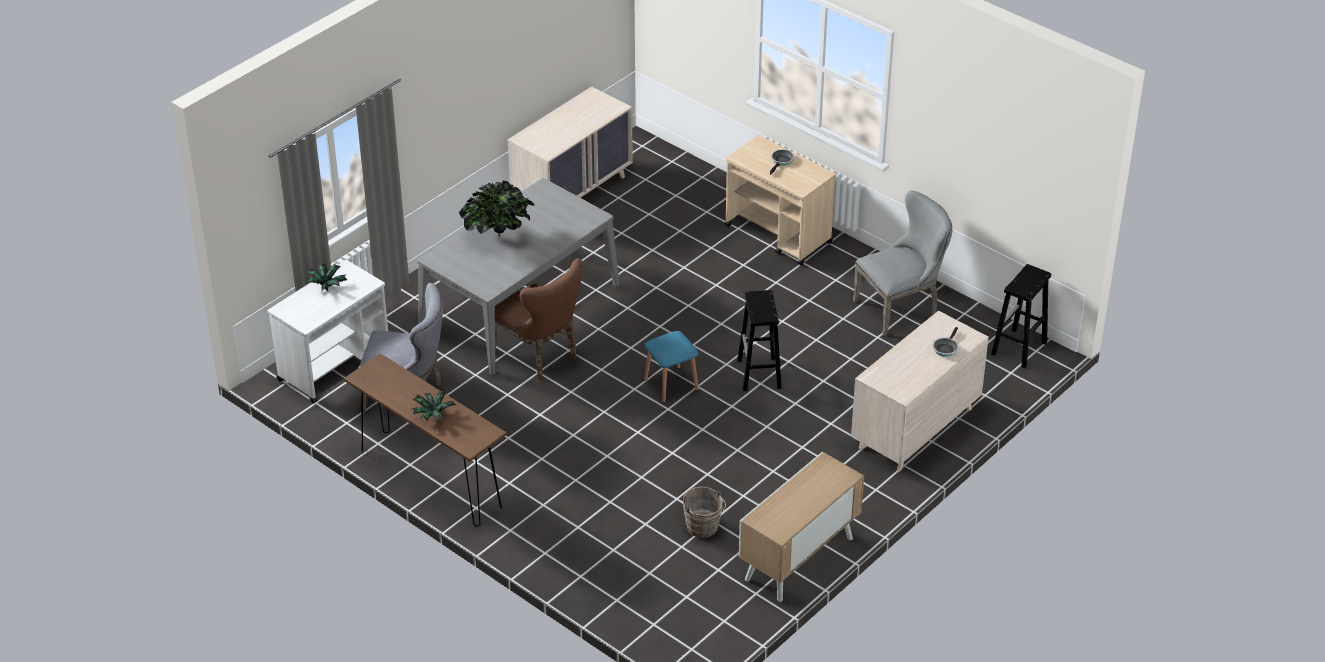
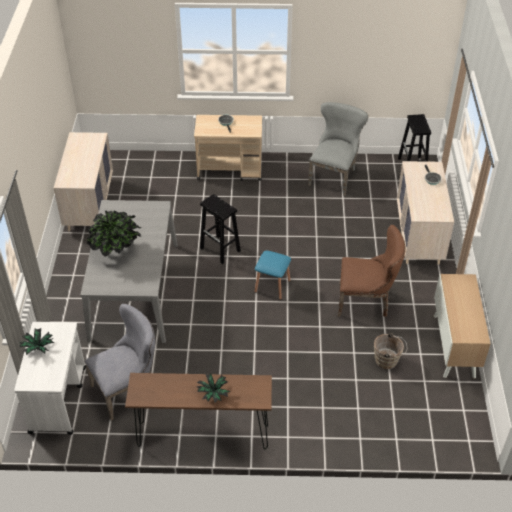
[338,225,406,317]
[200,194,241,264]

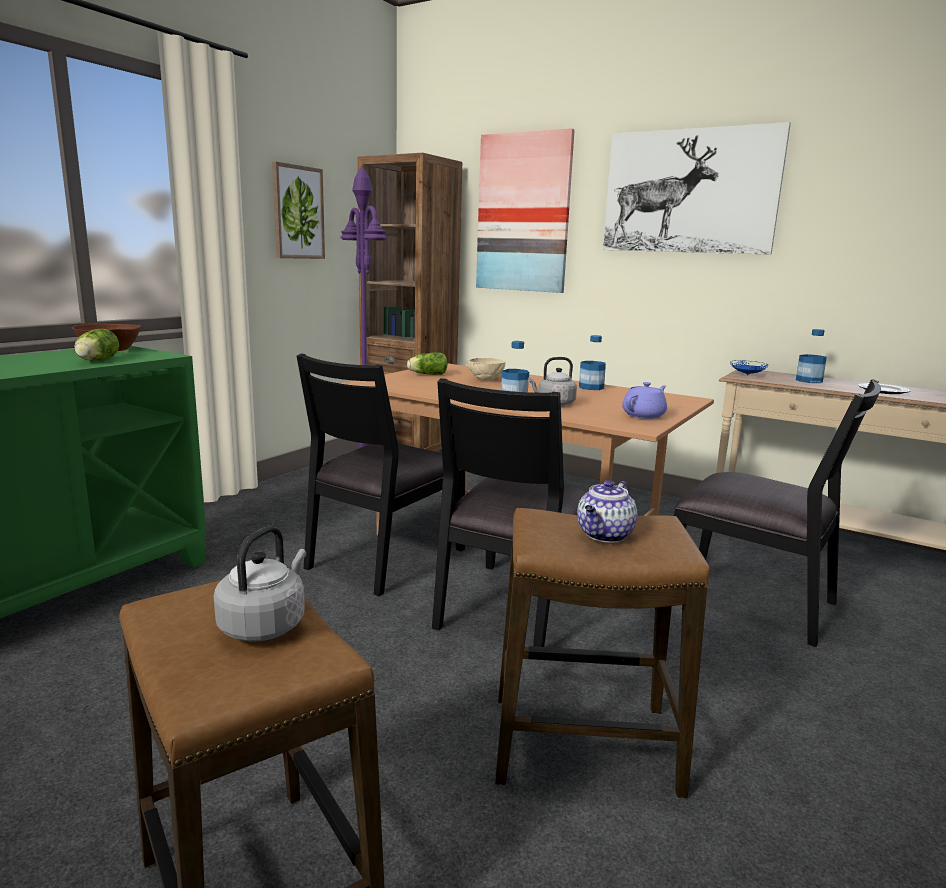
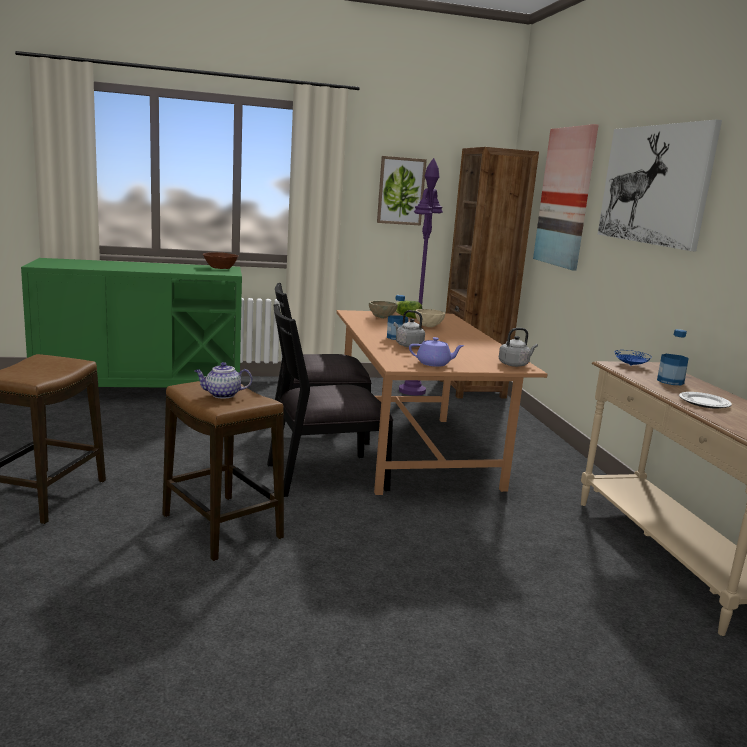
[74,329,119,361] (first image)
[499,328,538,367]
[579,335,606,390] (first image)
[674,379,881,647] (first image)
[369,301,398,318]

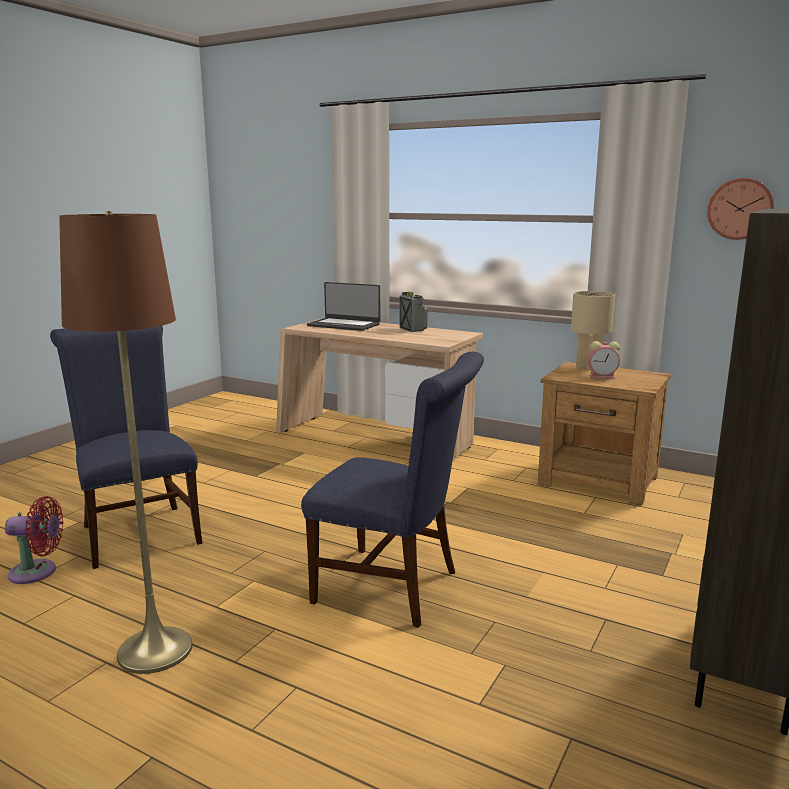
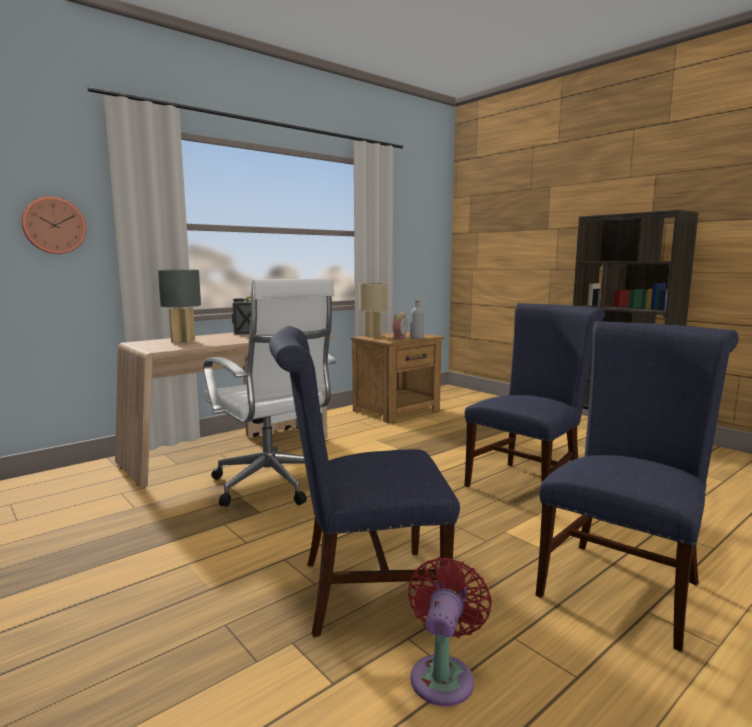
[535,321,739,652]
[158,270,201,343]
[21,196,86,254]
[203,278,336,507]
[410,300,424,339]

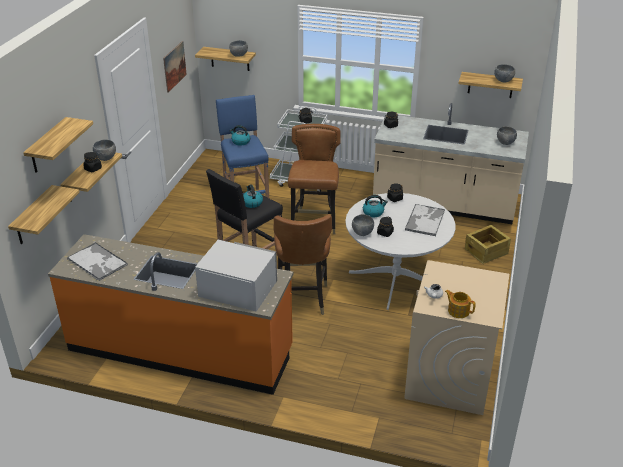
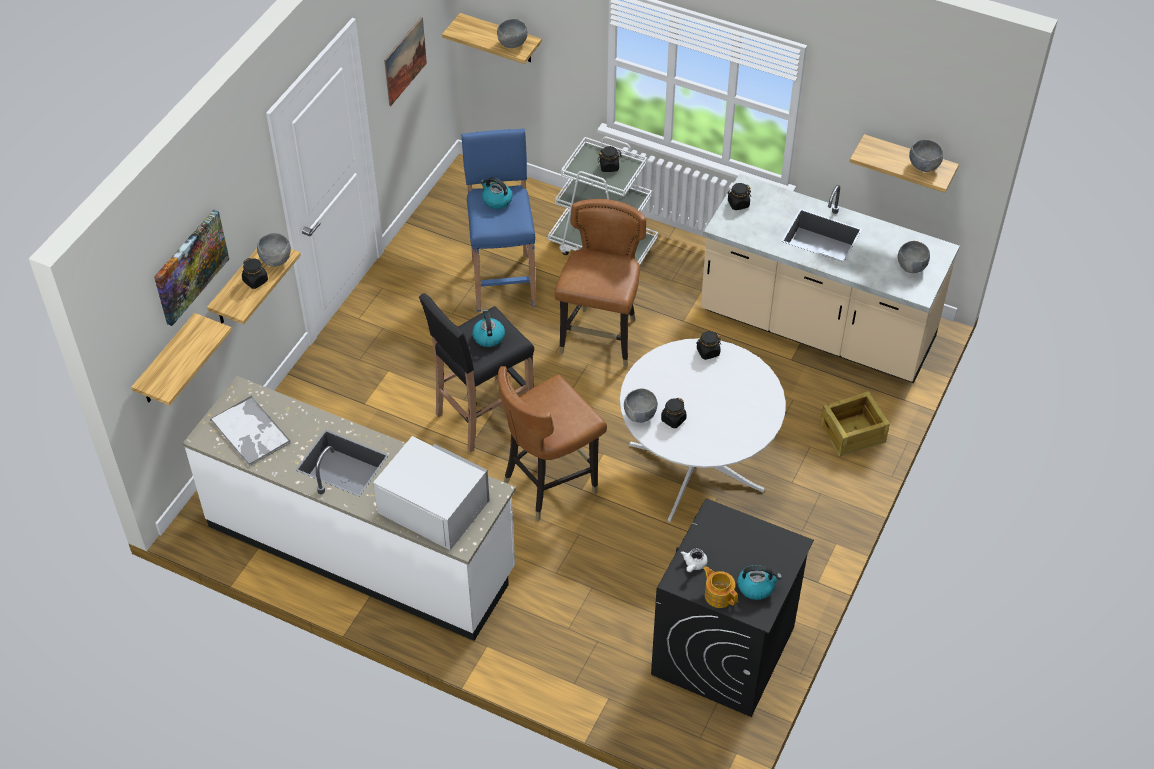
[154,210,229,326]
[183,376,516,641]
[498,366,607,521]
[737,565,782,600]
[651,499,814,717]
[405,204,445,236] (first image)

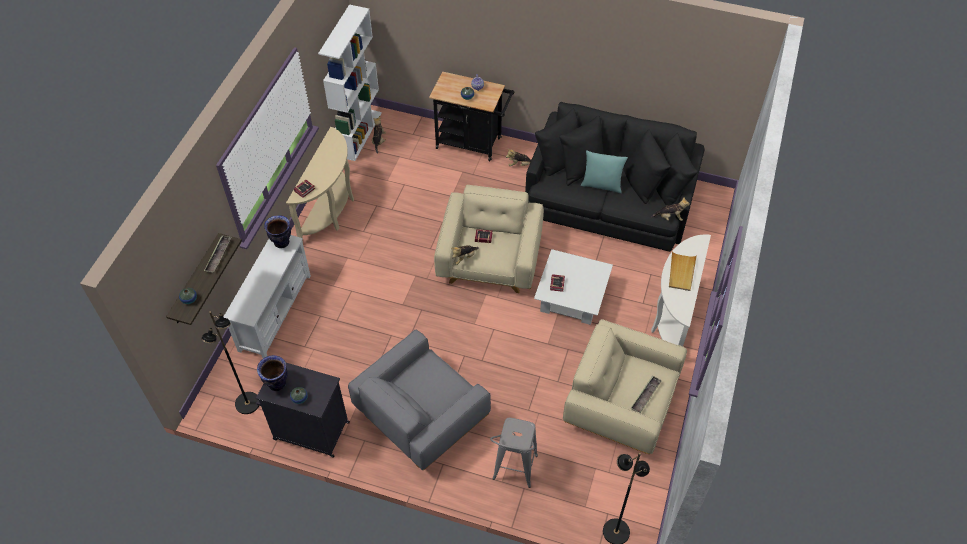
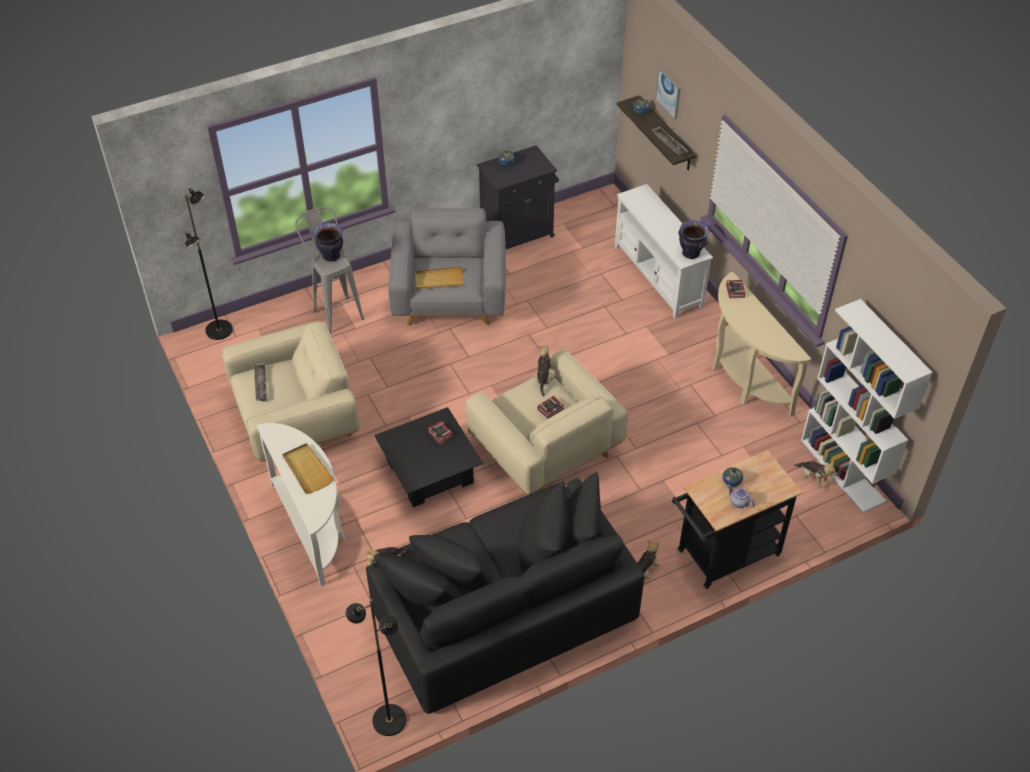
[346,599,406,736]
[313,223,343,262]
[374,407,483,507]
[581,150,628,193] (first image)
[415,266,464,290]
[655,68,681,119]

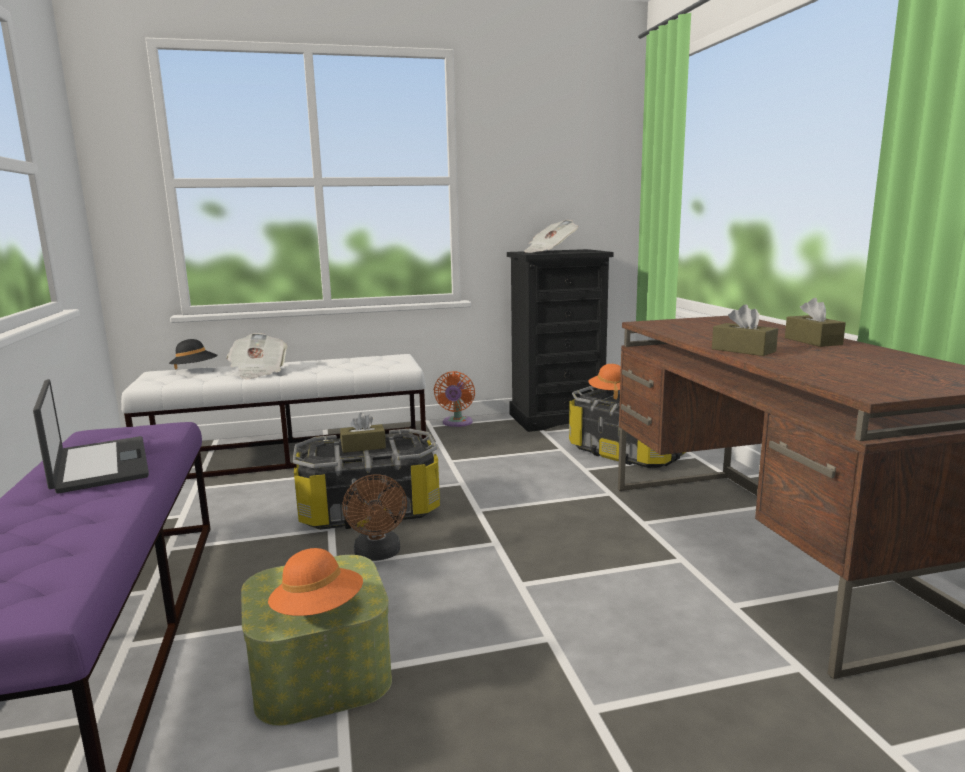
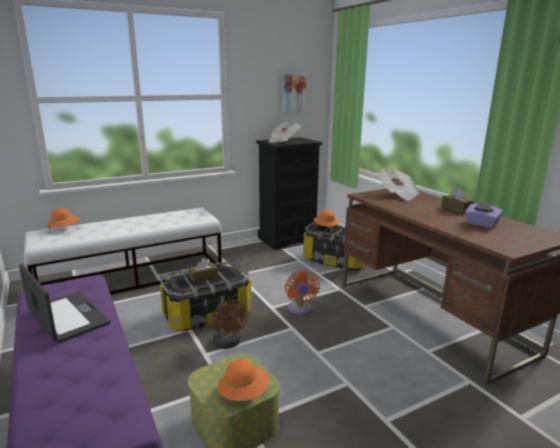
[47,208,80,229]
[379,168,420,201]
[285,270,320,315]
[712,305,778,356] (first image)
[283,73,307,113]
[465,201,503,228]

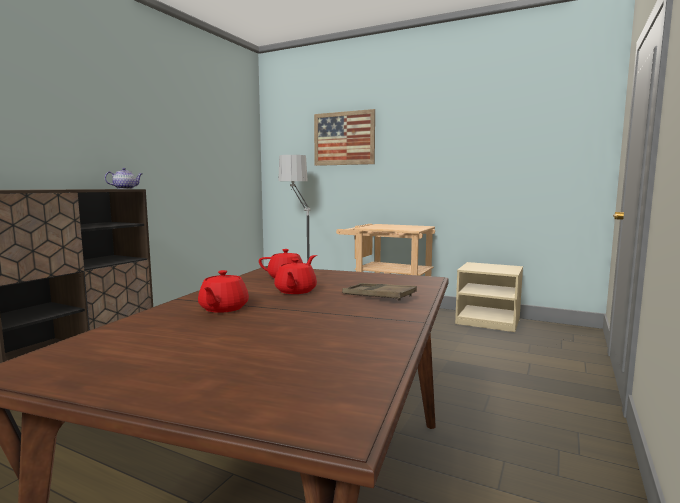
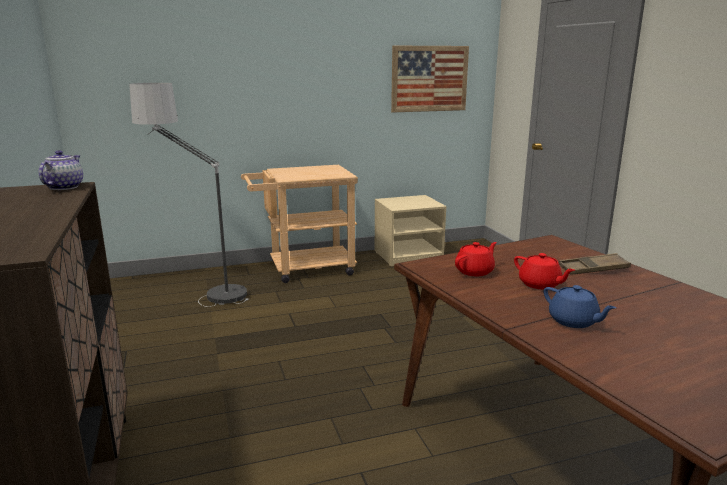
[544,285,616,328]
[391,46,469,113]

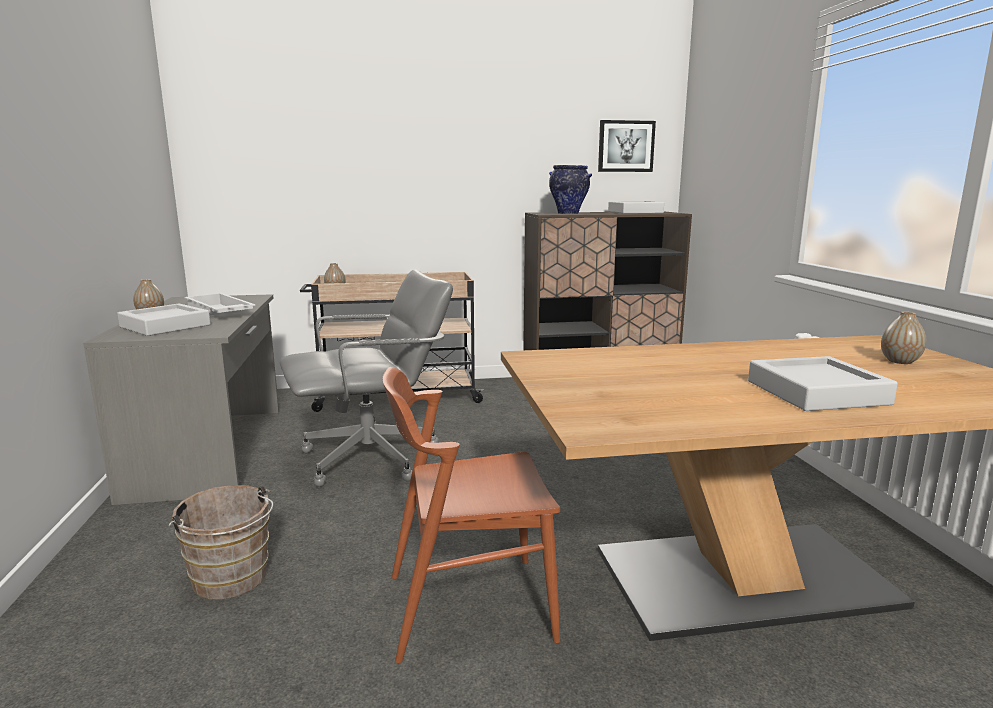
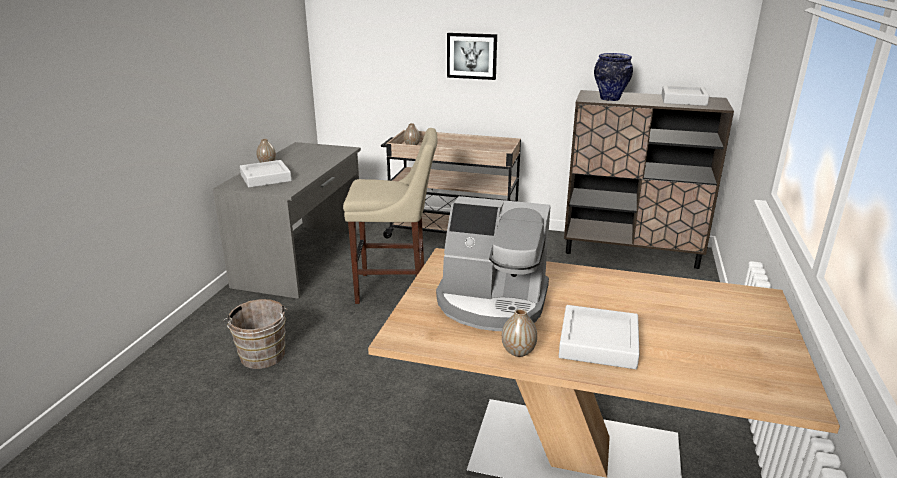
[184,293,255,316] (first image)
[343,128,438,304]
[383,367,560,663] (first image)
[447,33,497,80]
[502,309,537,357]
[436,196,551,331]

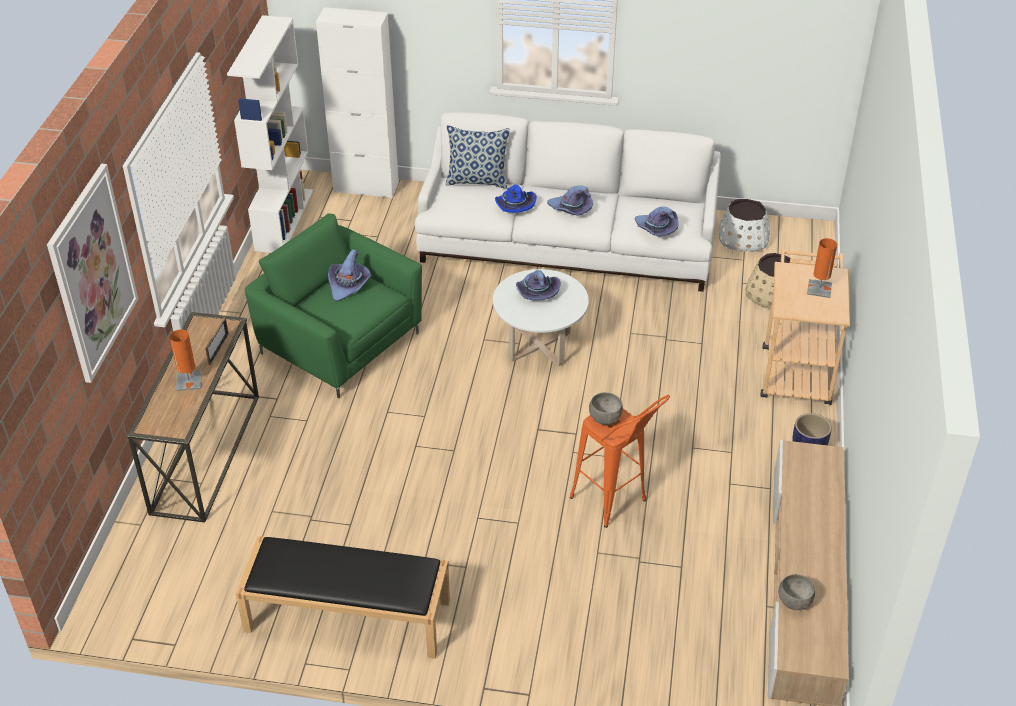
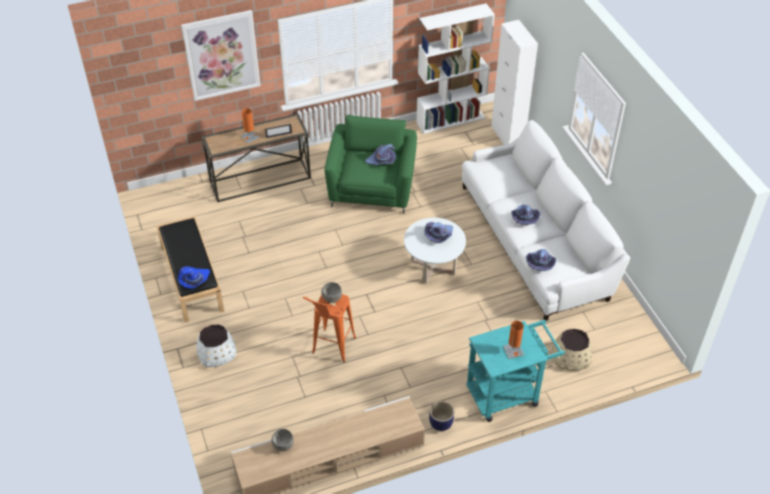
[446,125,510,189] (first image)
[178,266,210,289]
[196,324,236,367]
[466,320,565,422]

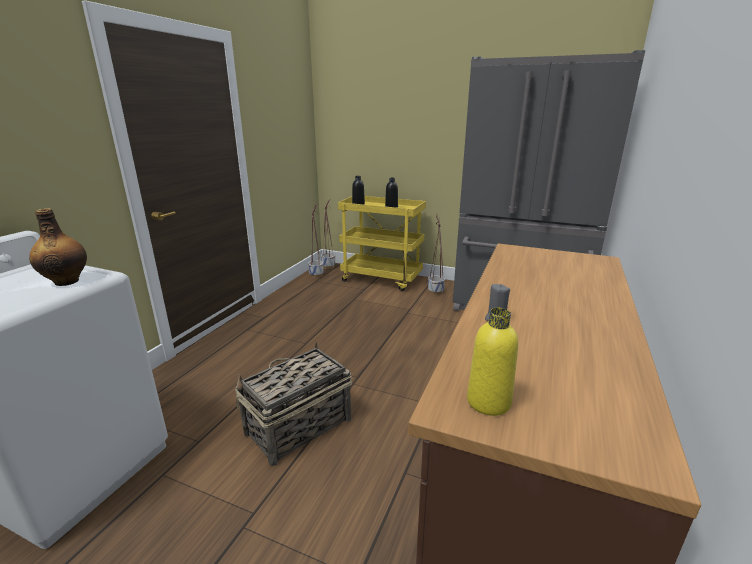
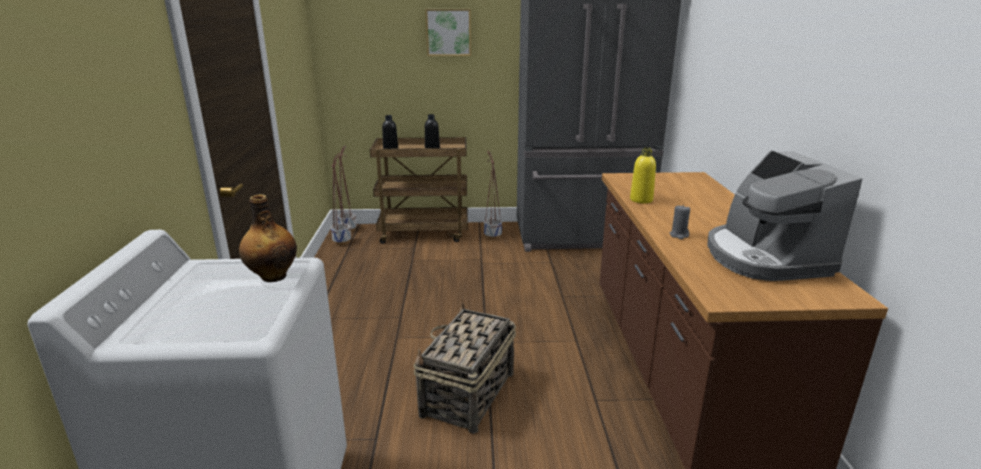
[370,137,468,244]
[630,147,656,203]
[425,9,471,56]
[707,151,863,281]

